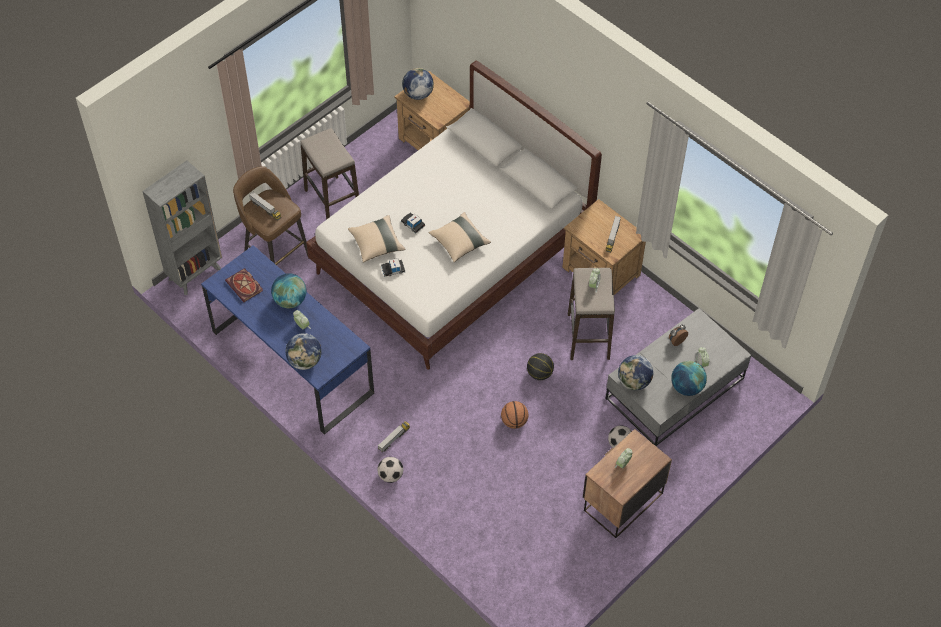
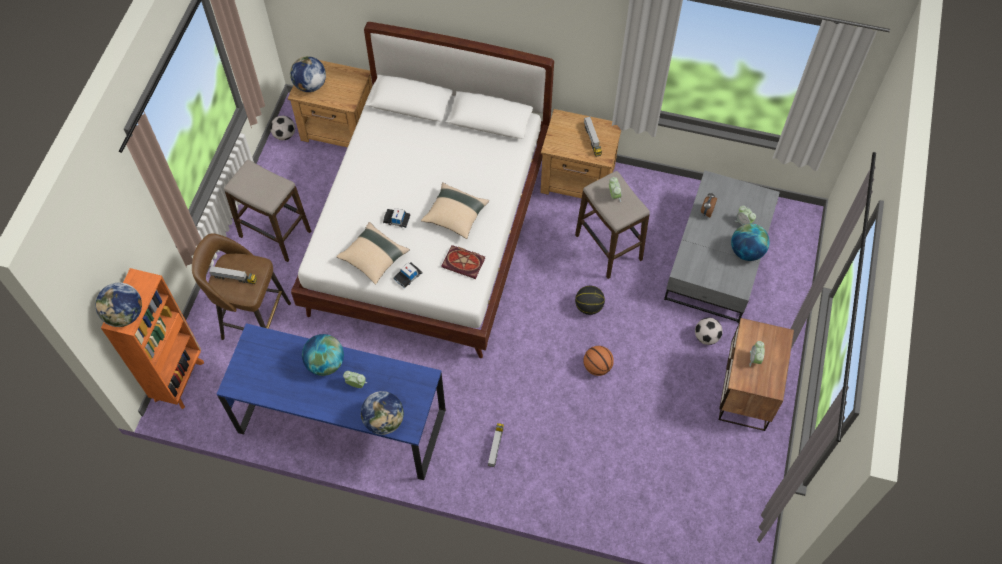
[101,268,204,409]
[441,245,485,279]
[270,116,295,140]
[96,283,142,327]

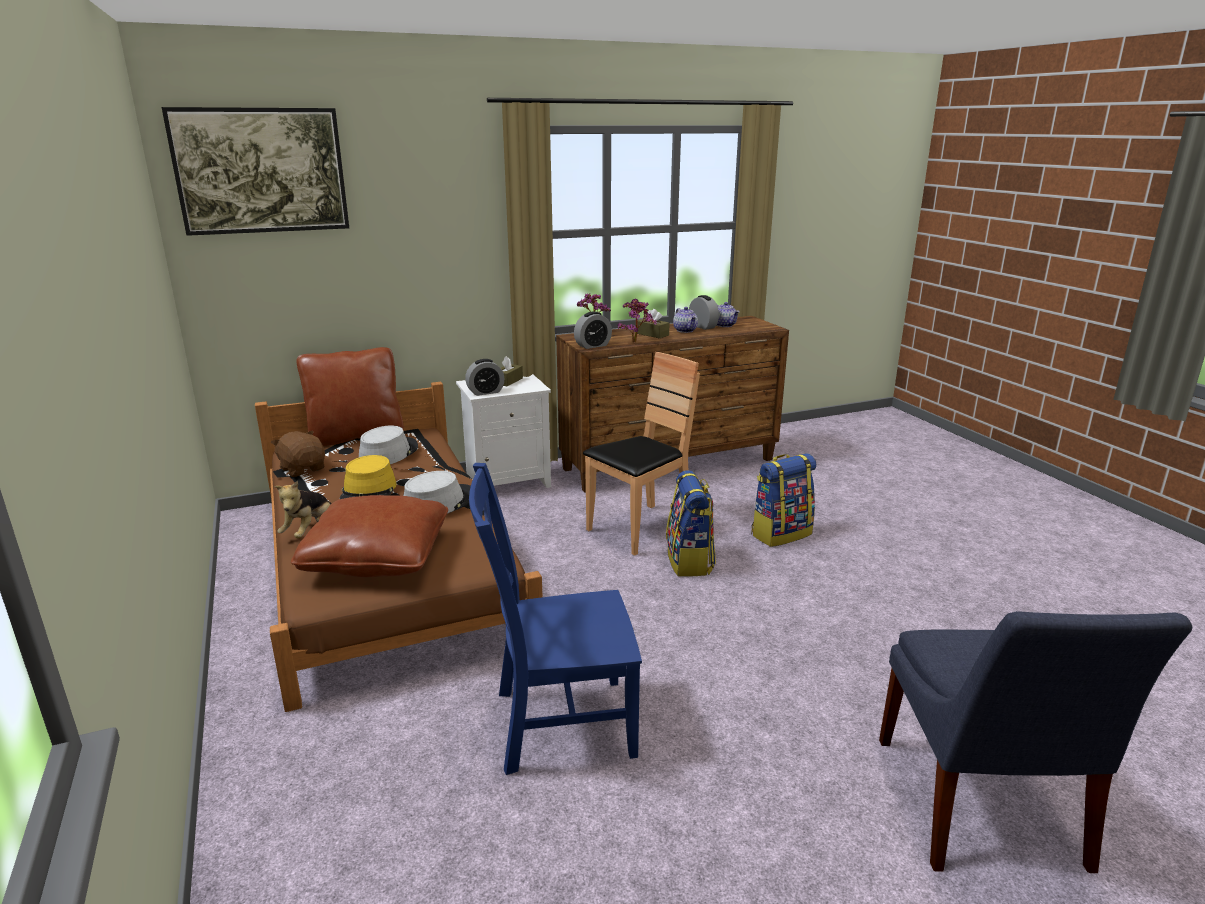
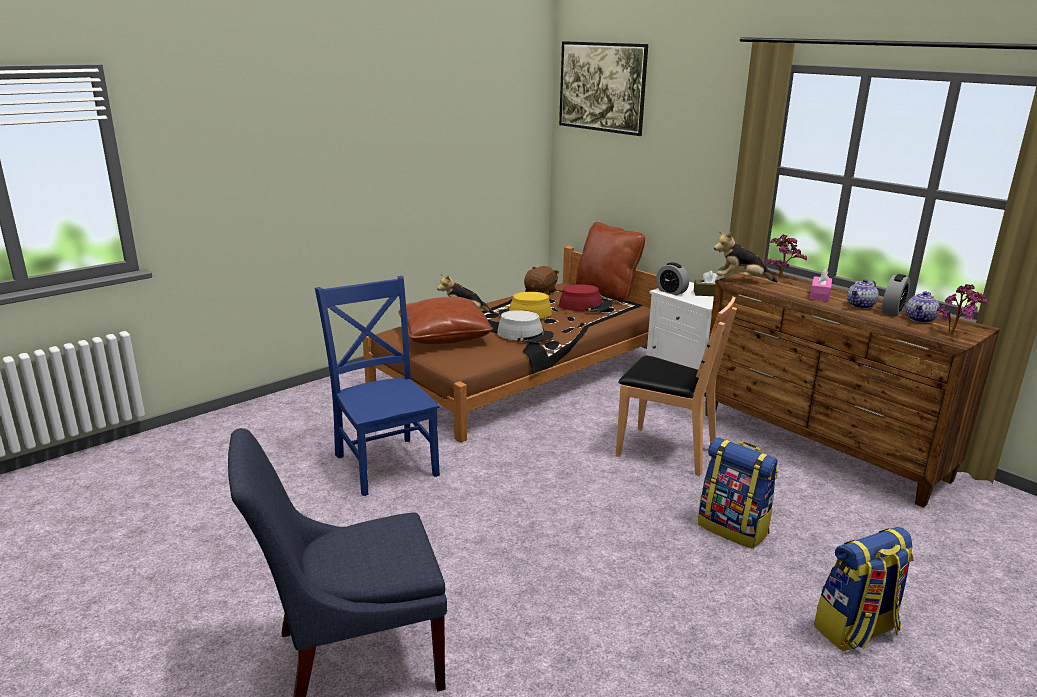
[559,284,612,312]
[714,231,778,282]
[937,284,987,334]
[810,269,832,301]
[814,527,914,651]

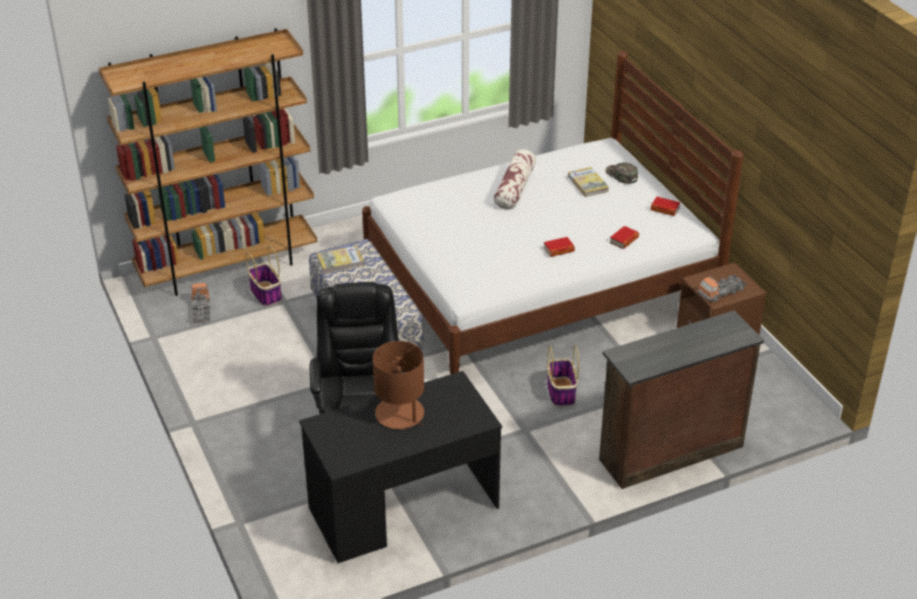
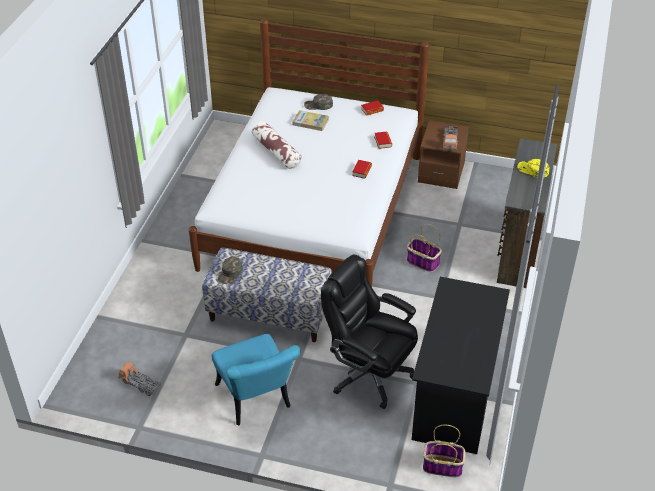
[99,28,317,296] (first image)
[423,424,465,477]
[218,256,243,285]
[373,341,424,429] (first image)
[212,334,300,426]
[517,159,549,178]

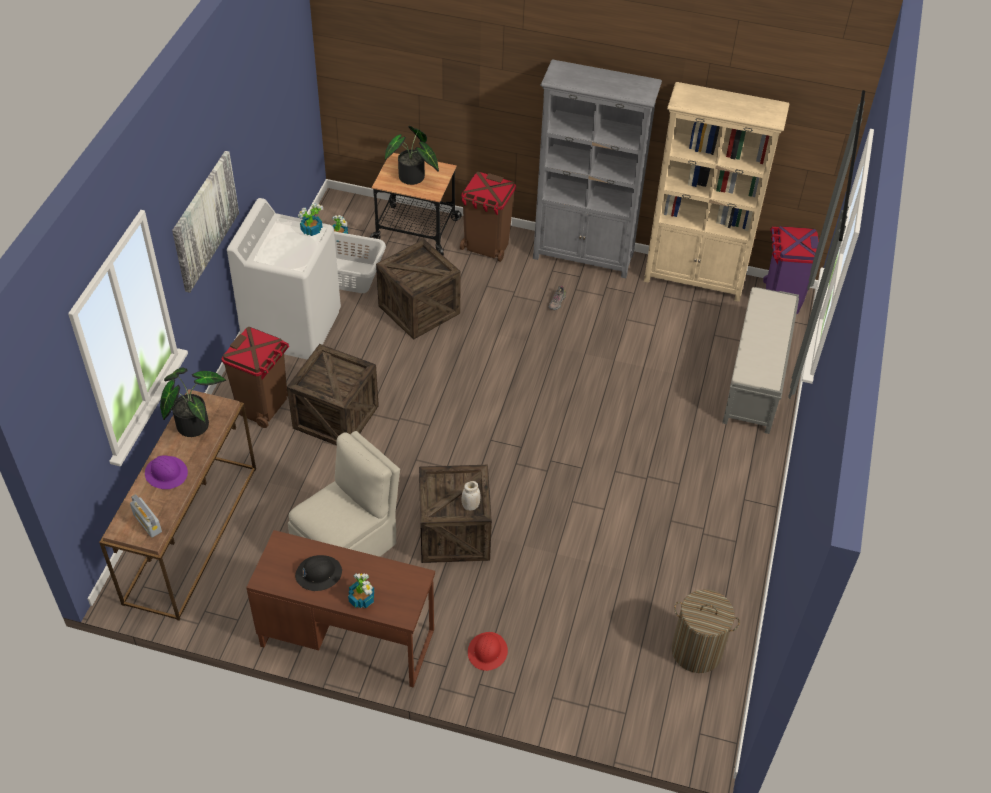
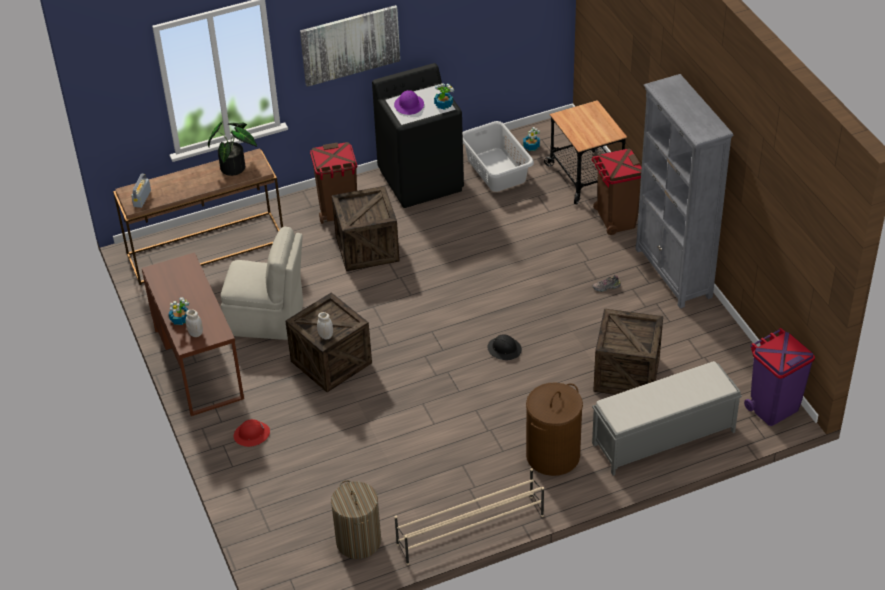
[394,90,424,115]
[372,63,464,208]
[488,334,522,360]
[593,309,663,395]
[385,126,439,185] (first image)
[644,82,789,302] (first image)
[186,309,203,337]
[395,468,544,565]
[526,383,583,476]

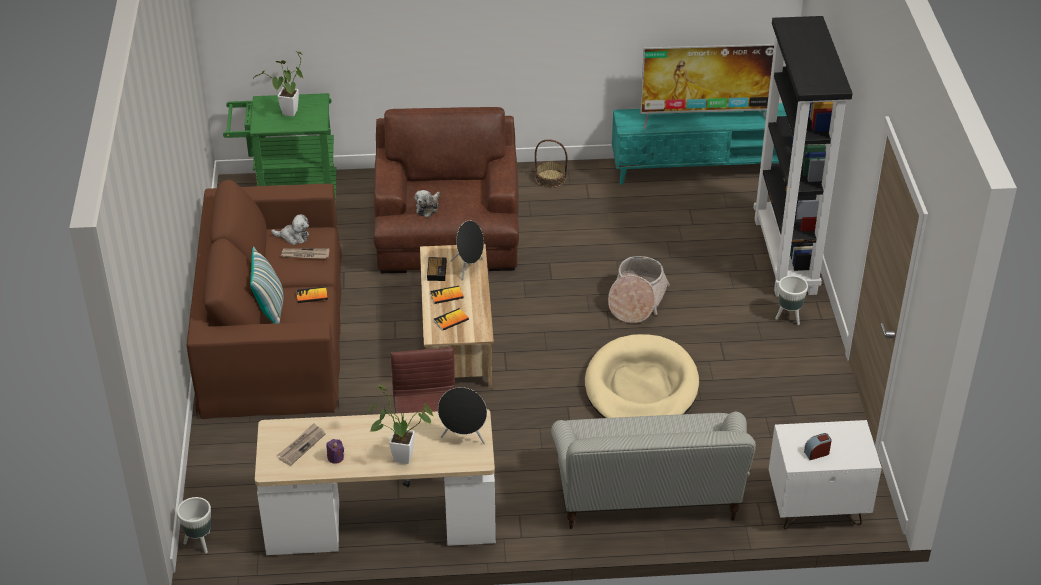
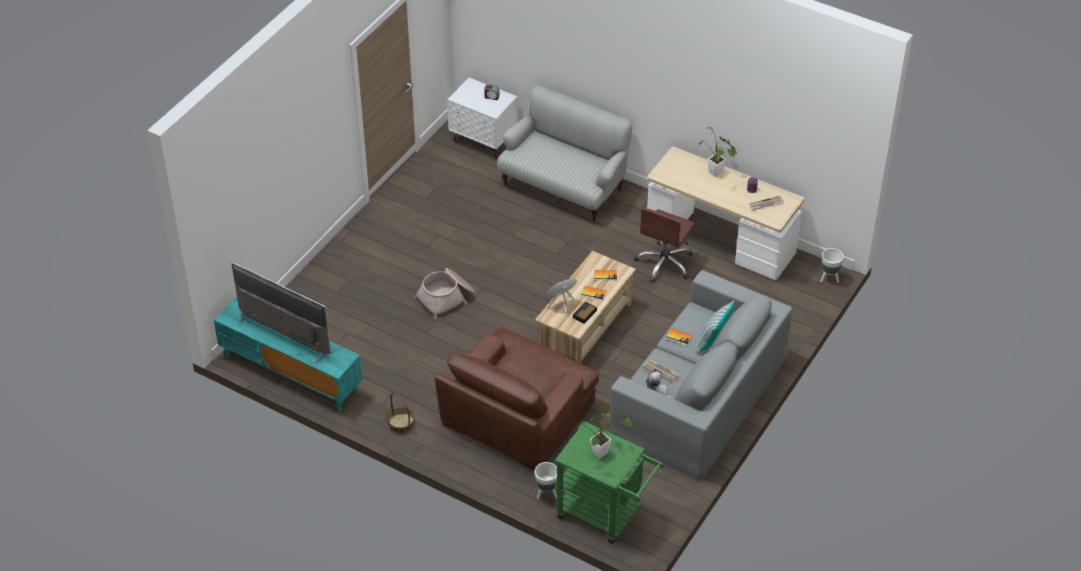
[608,270,792,480]
[415,190,440,218] (first image)
[438,387,487,444] (first image)
[585,334,699,418] (first image)
[754,16,853,297] (first image)
[535,462,557,499]

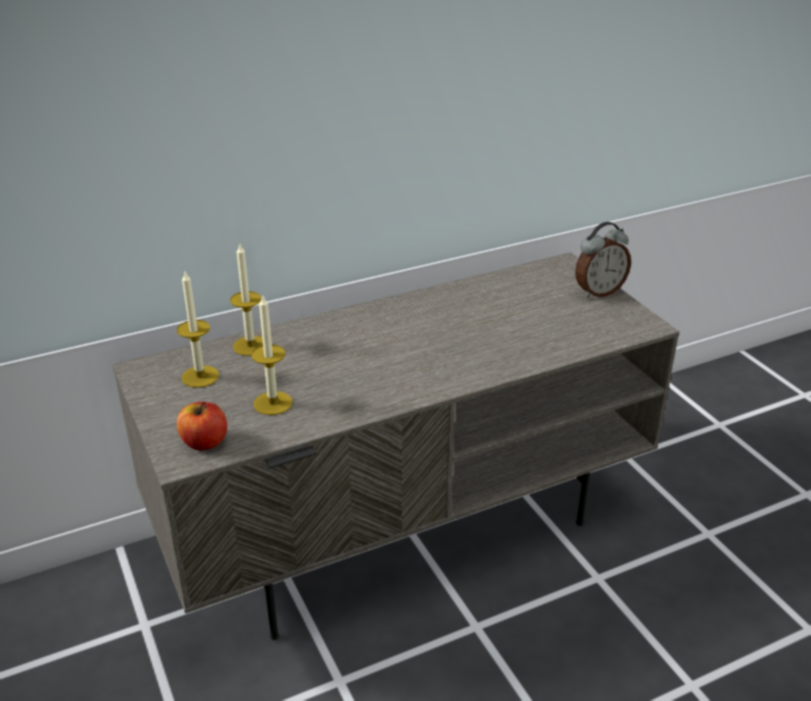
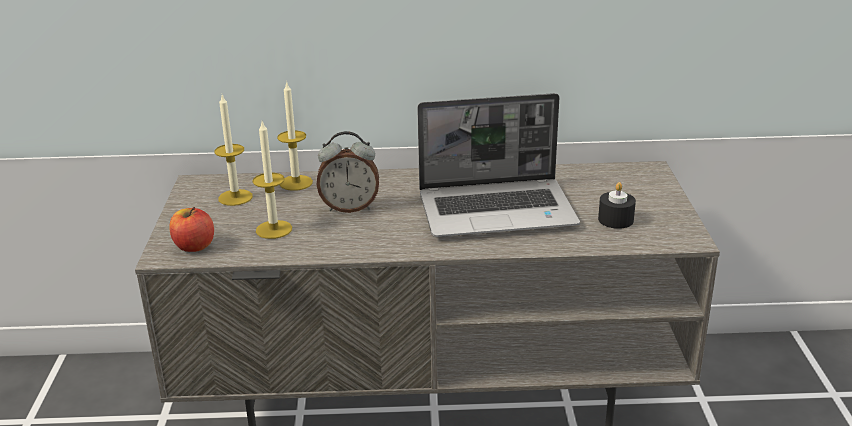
[317,131,379,213]
[417,93,580,237]
[598,182,636,229]

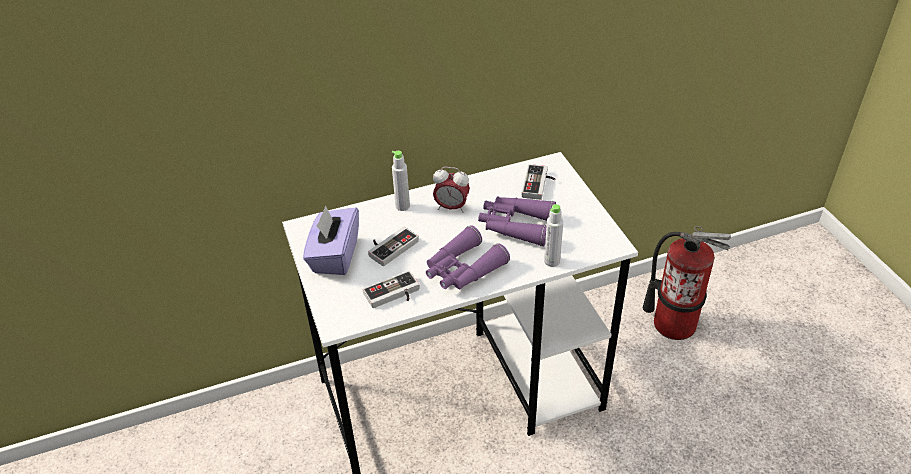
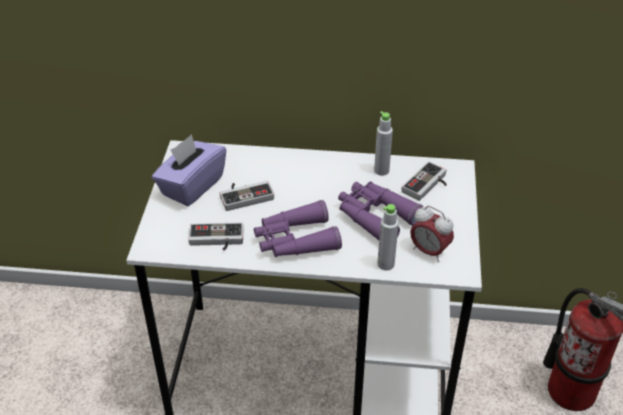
[374,111,393,176]
[410,206,454,262]

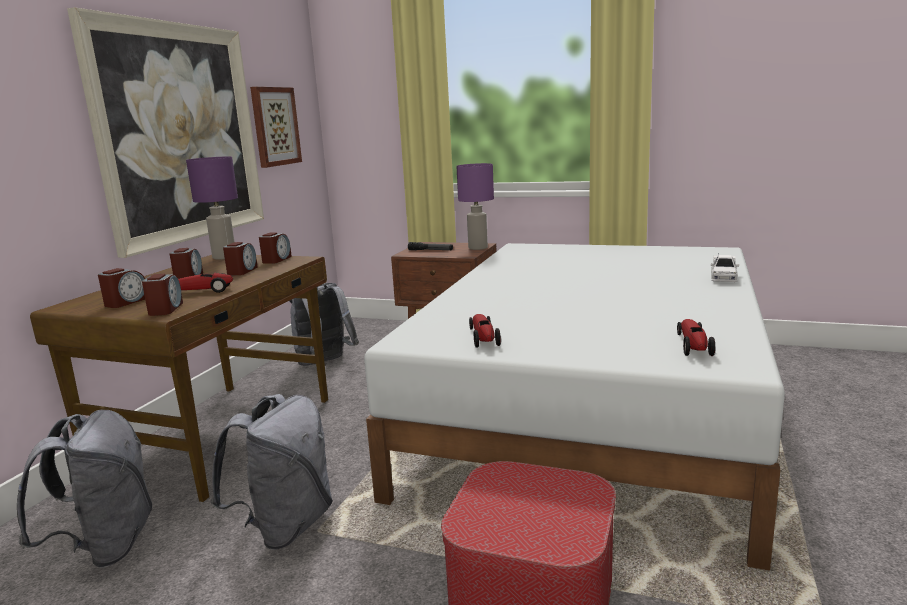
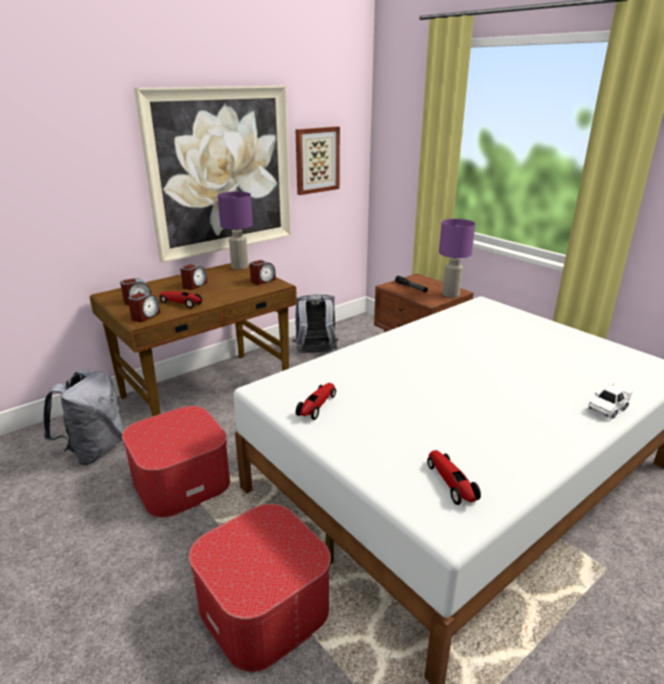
[122,406,230,518]
[223,242,258,275] (first image)
[427,450,481,505]

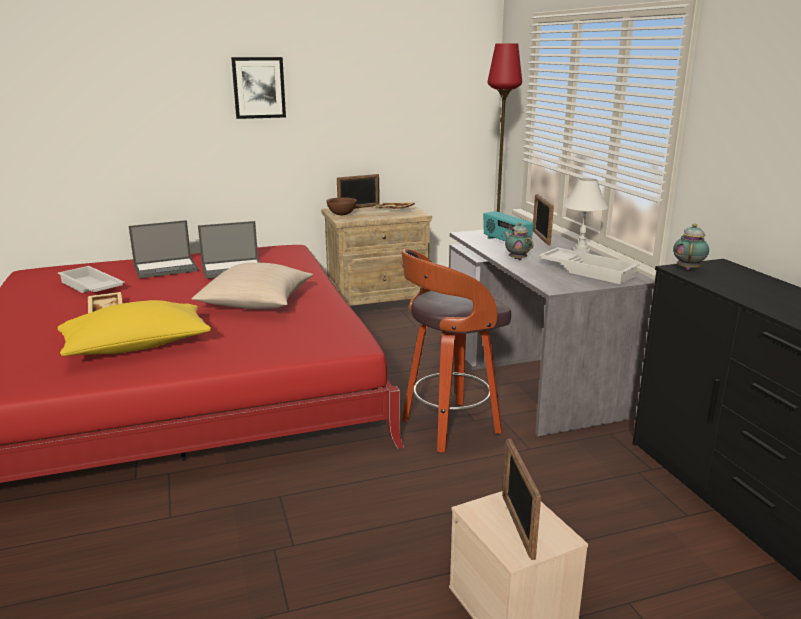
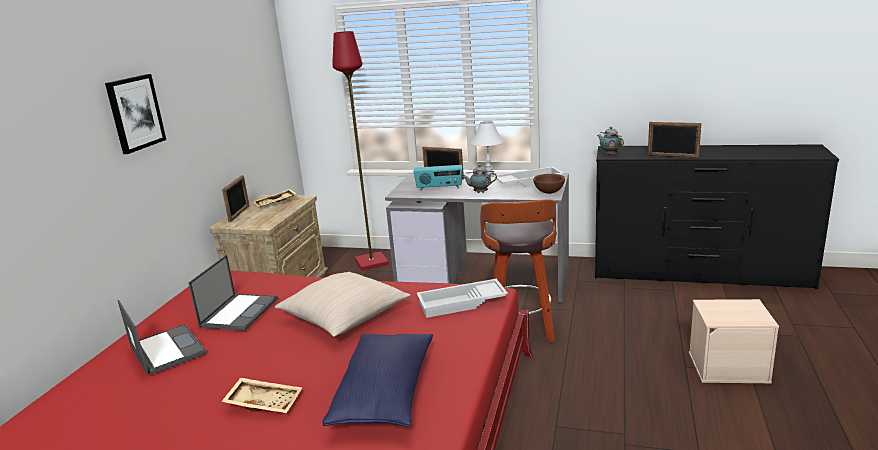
[417,279,508,318]
[322,334,433,427]
[118,300,207,376]
[533,174,565,194]
[648,122,701,158]

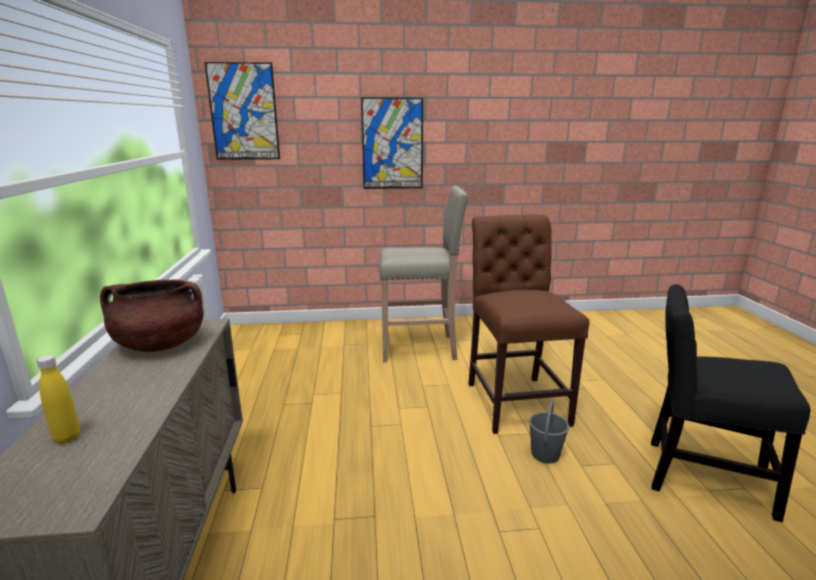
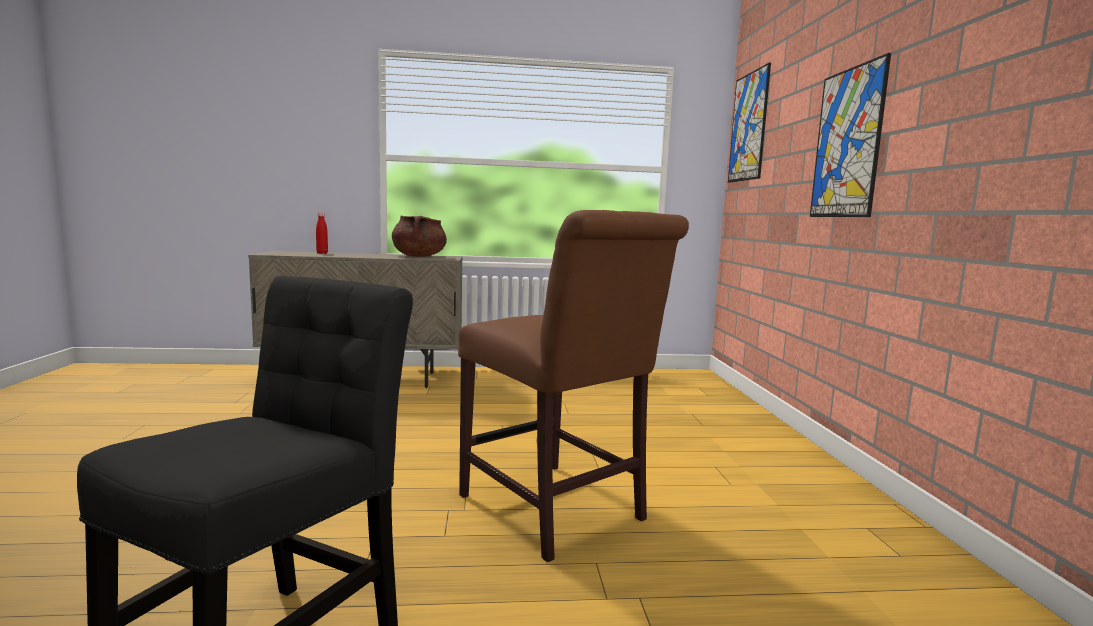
[316,212,328,254]
[380,186,469,362] (first image)
[458,210,689,562]
[529,401,569,464] (first image)

